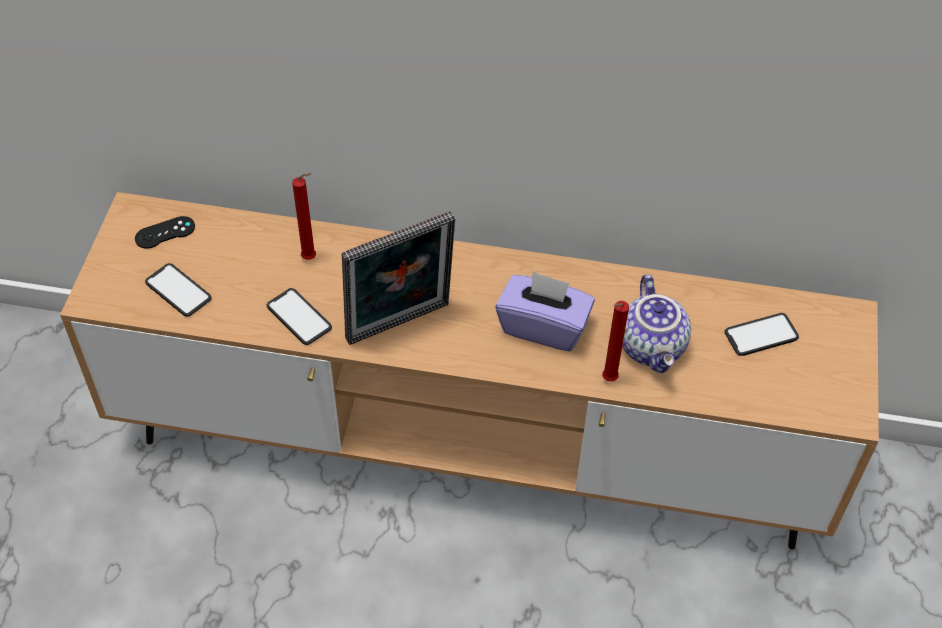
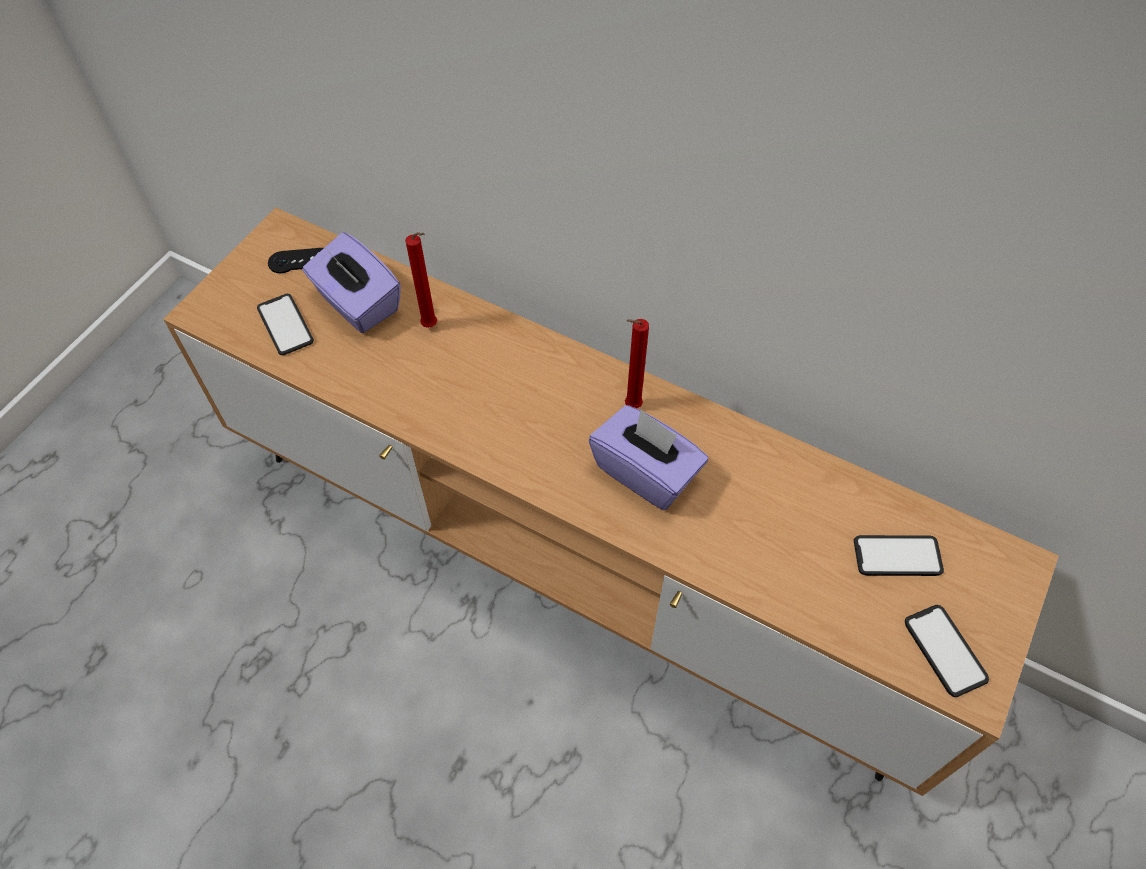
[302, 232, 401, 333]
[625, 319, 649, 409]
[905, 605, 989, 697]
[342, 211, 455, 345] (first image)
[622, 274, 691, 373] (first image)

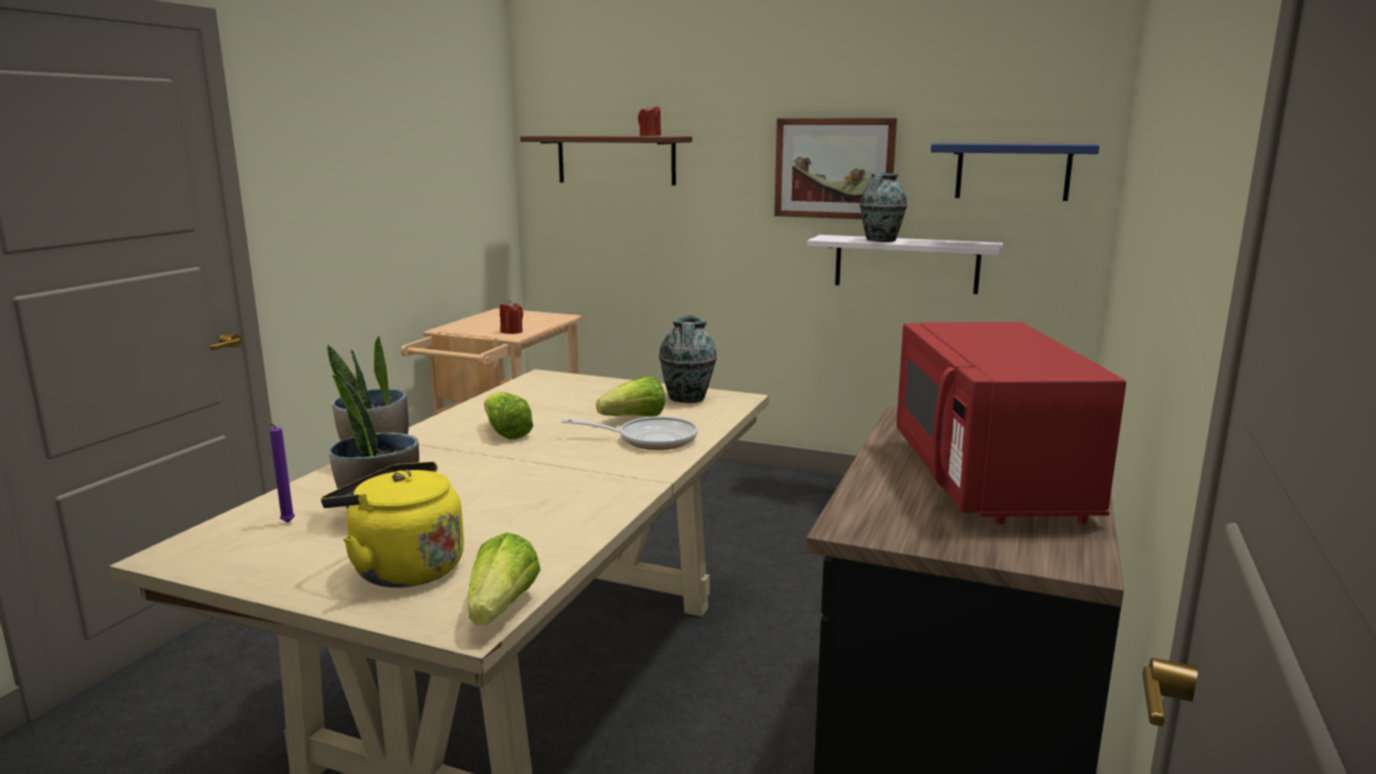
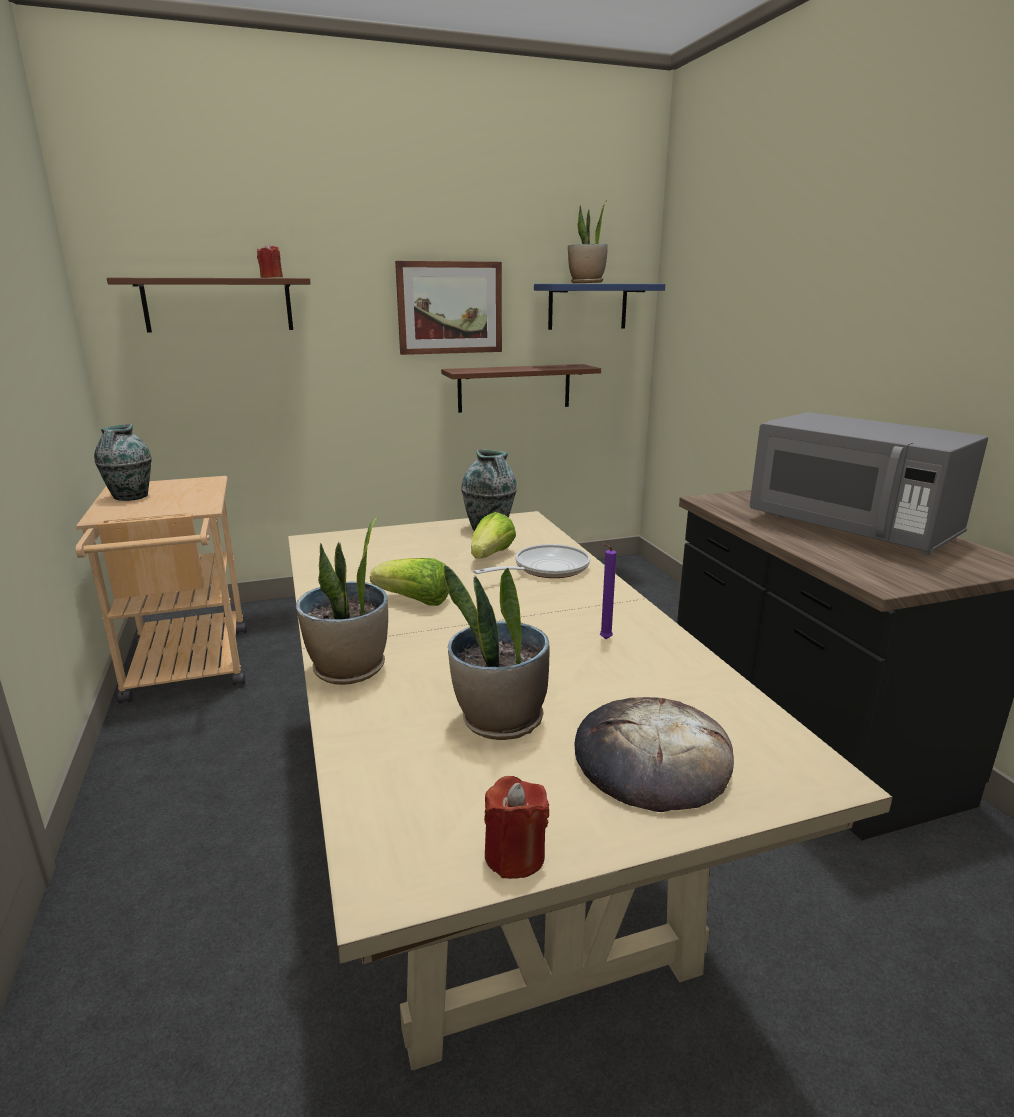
[94, 424, 152, 501]
[441, 364, 601, 413]
[484, 776, 549, 879]
[568, 200, 608, 283]
[575, 697, 734, 812]
[600, 544, 616, 639]
[750, 412, 988, 555]
[468, 532, 540, 625] (first image)

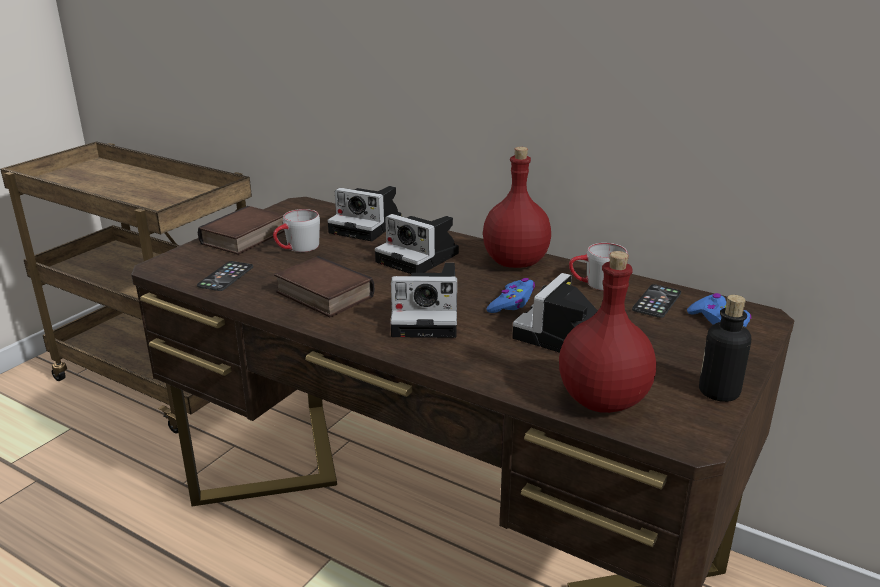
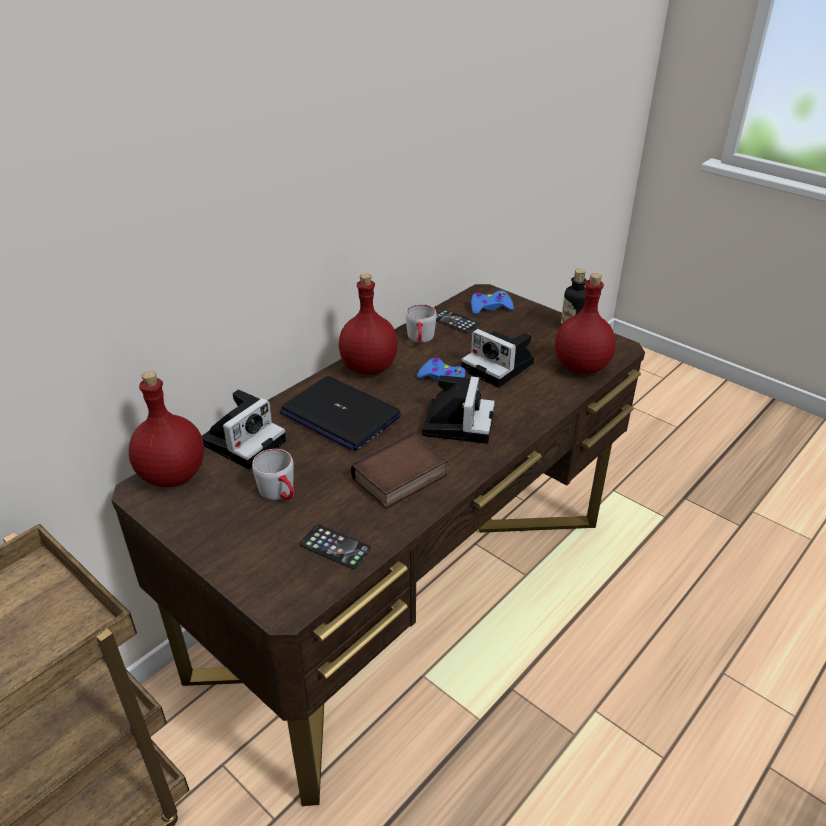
[129, 371, 204, 487]
[280, 376, 401, 451]
[198, 206, 285, 255] (first image)

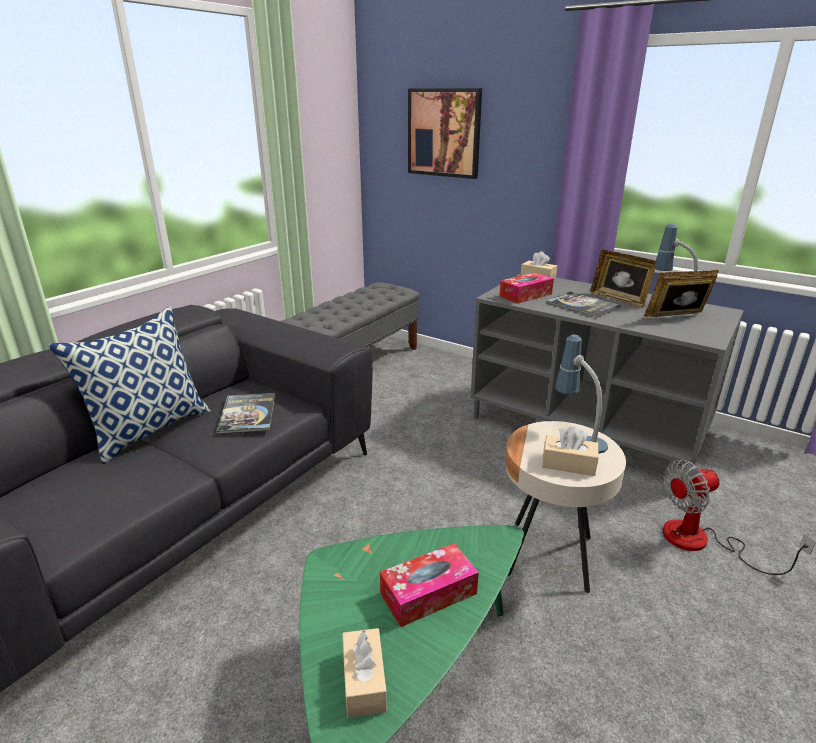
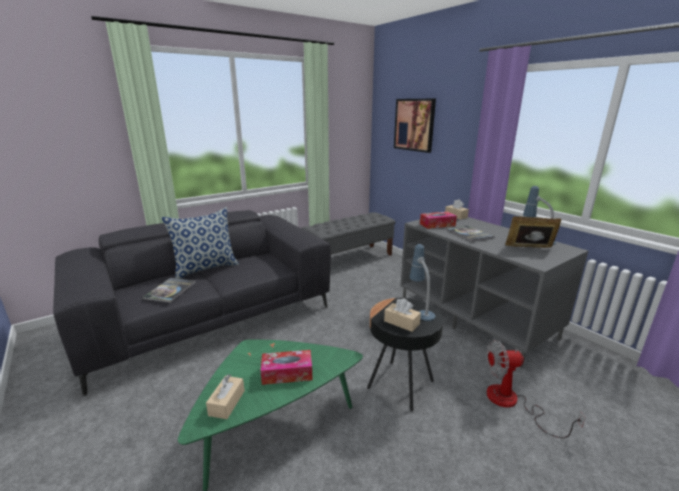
[142, 278, 196, 303]
[367, 298, 443, 411]
[590, 250, 656, 308] (first image)

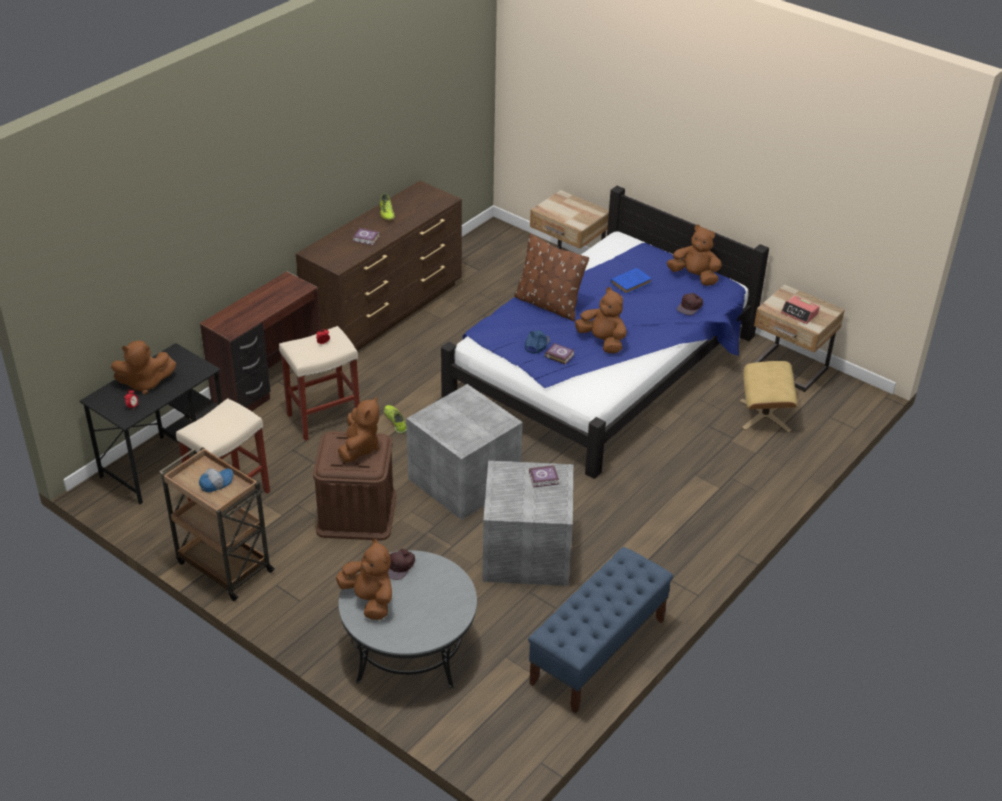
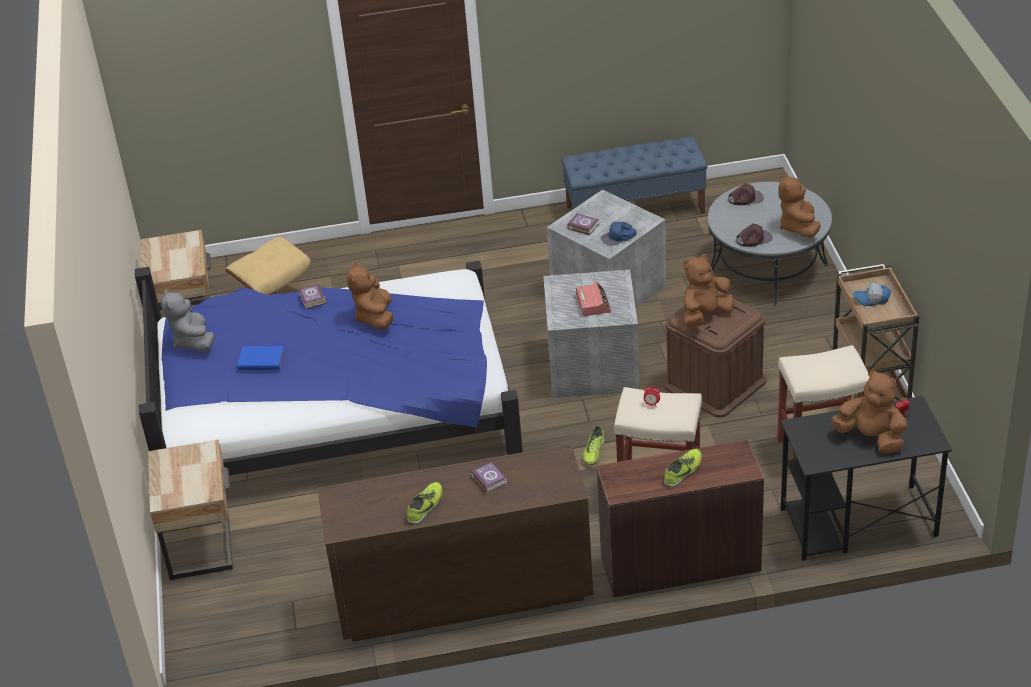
[161, 289, 215, 351]
[299, 284, 326, 309]
[576, 282, 611, 317]
[601, 222, 636, 246]
[664, 449, 702, 487]
[728, 183, 764, 205]
[514, 234, 589, 321] (first image)

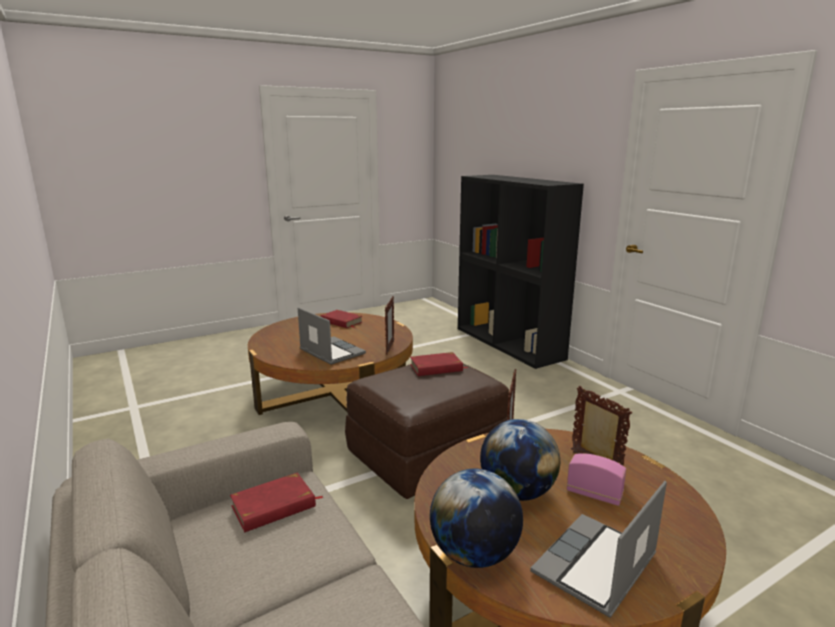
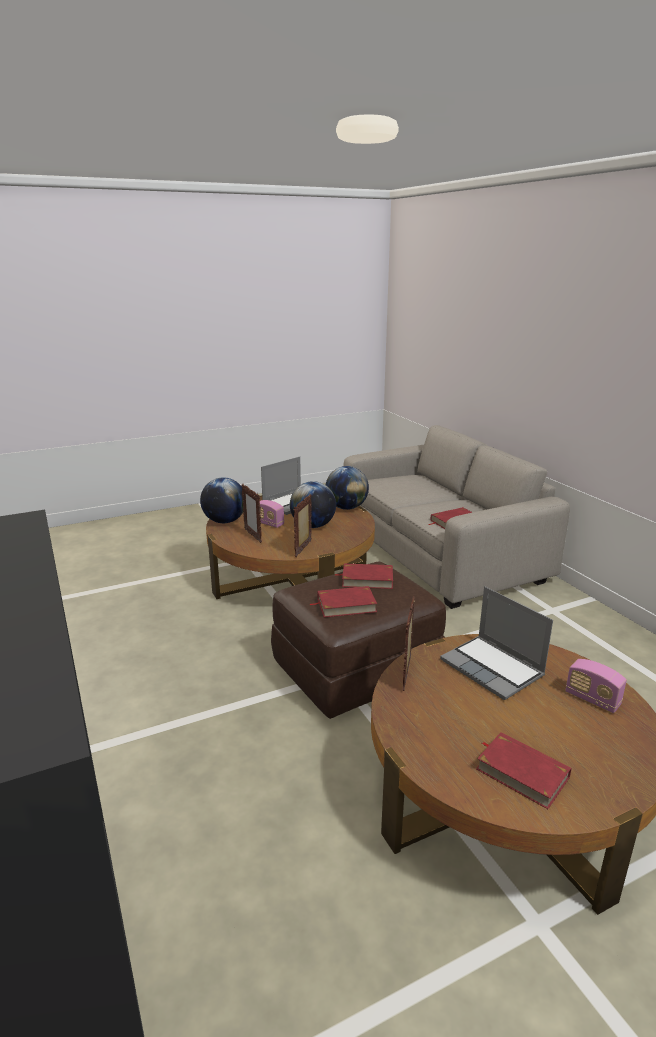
[200, 477, 244, 523]
[335, 563, 393, 589]
[565, 659, 627, 713]

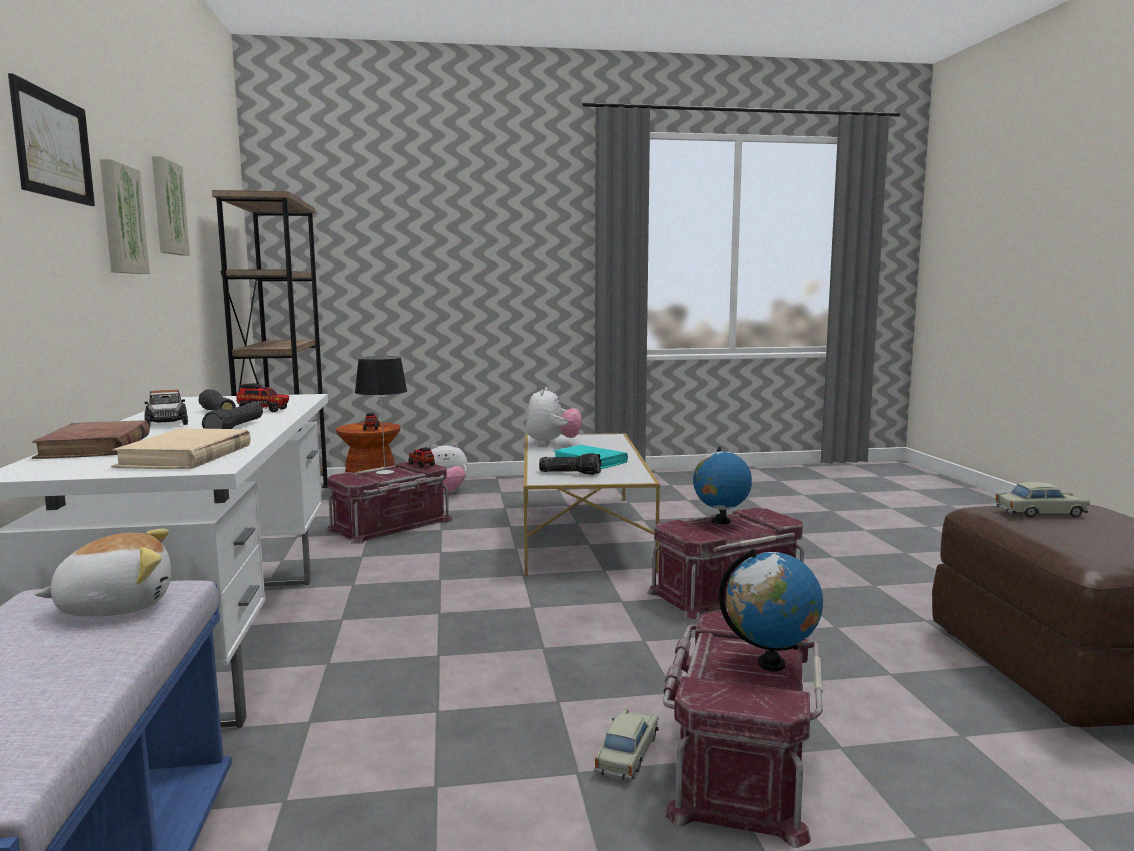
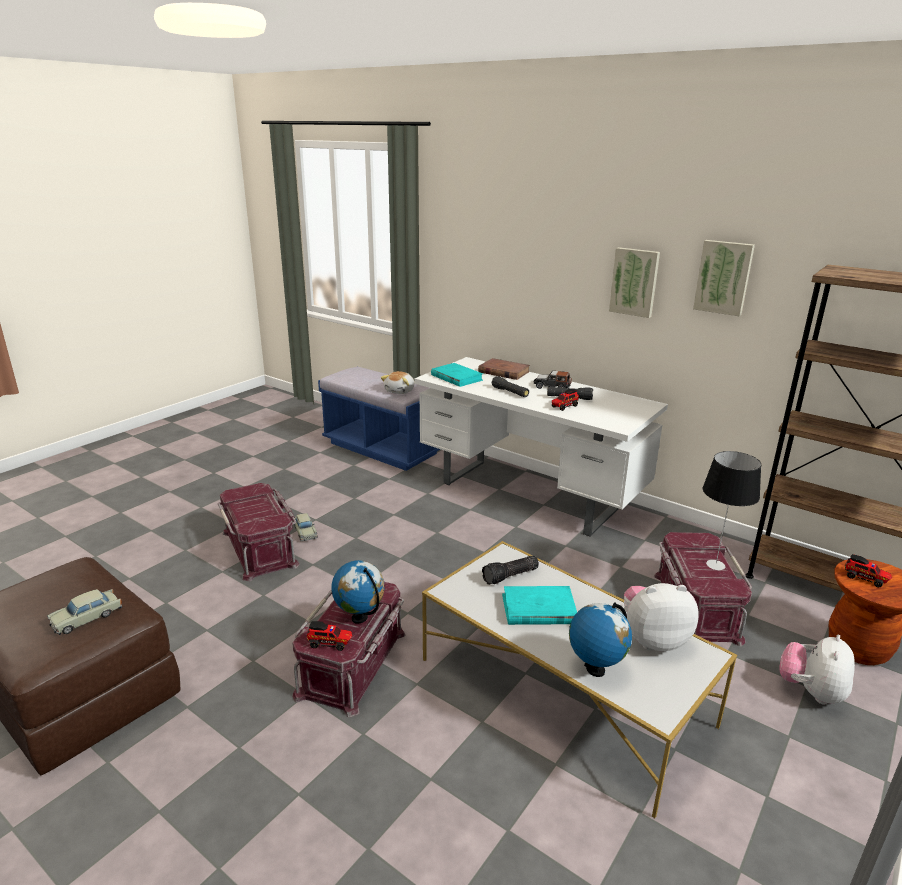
[307, 621, 352, 651]
[431, 363, 483, 387]
[569, 602, 632, 677]
[624, 583, 699, 651]
[8, 73, 95, 206] (first image)

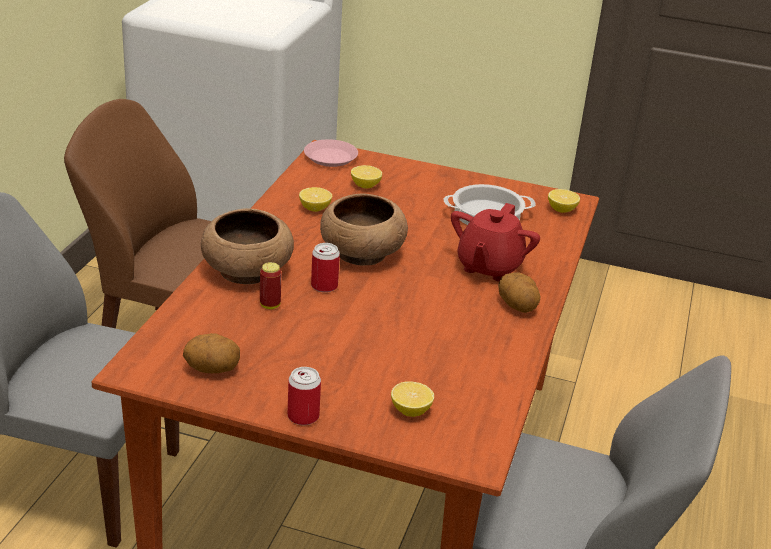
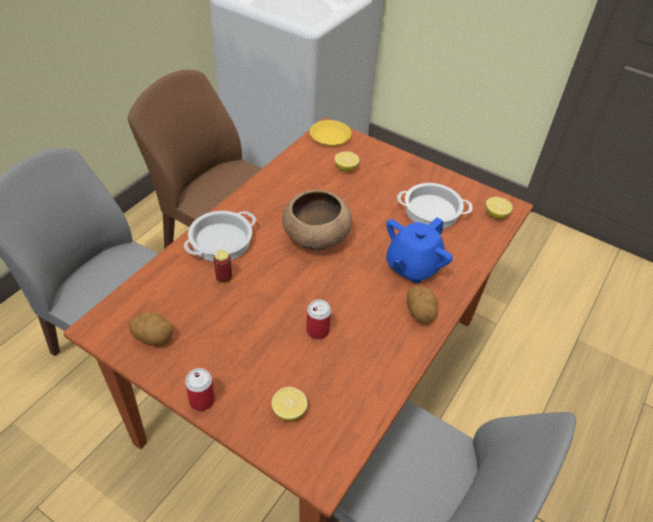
[184, 211, 257, 262]
[306, 299, 331, 339]
[310, 120, 352, 146]
[386, 217, 453, 284]
[299, 187, 332, 212] (first image)

